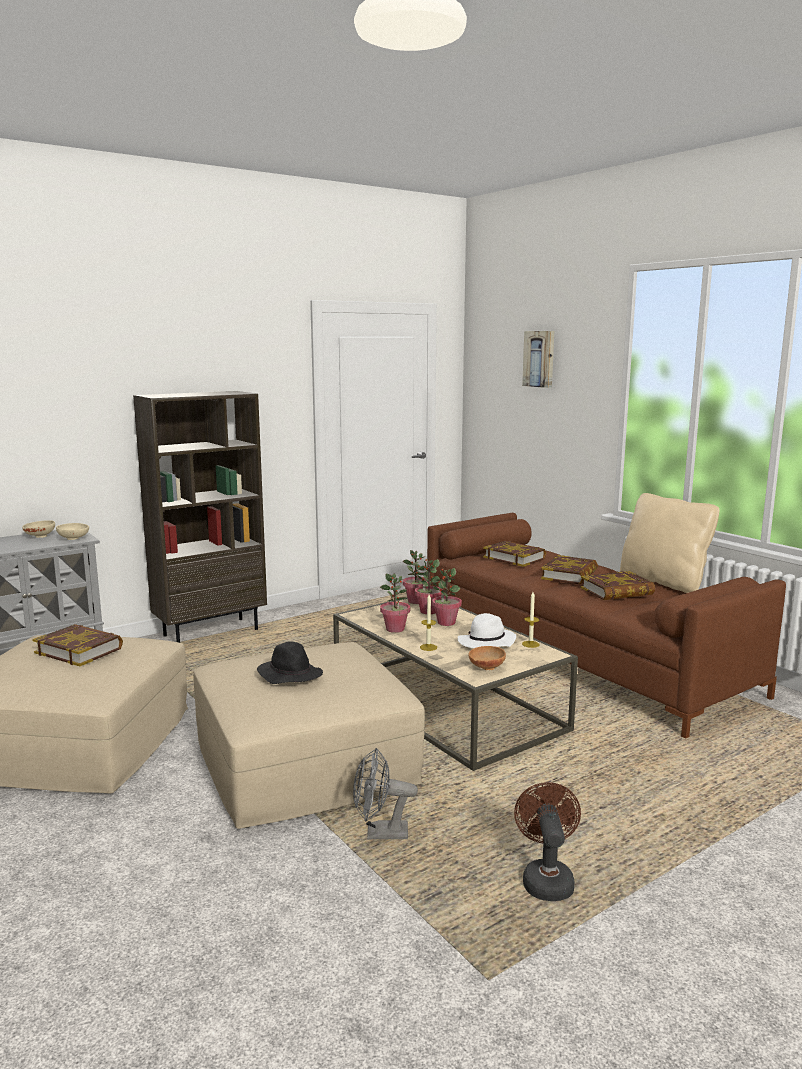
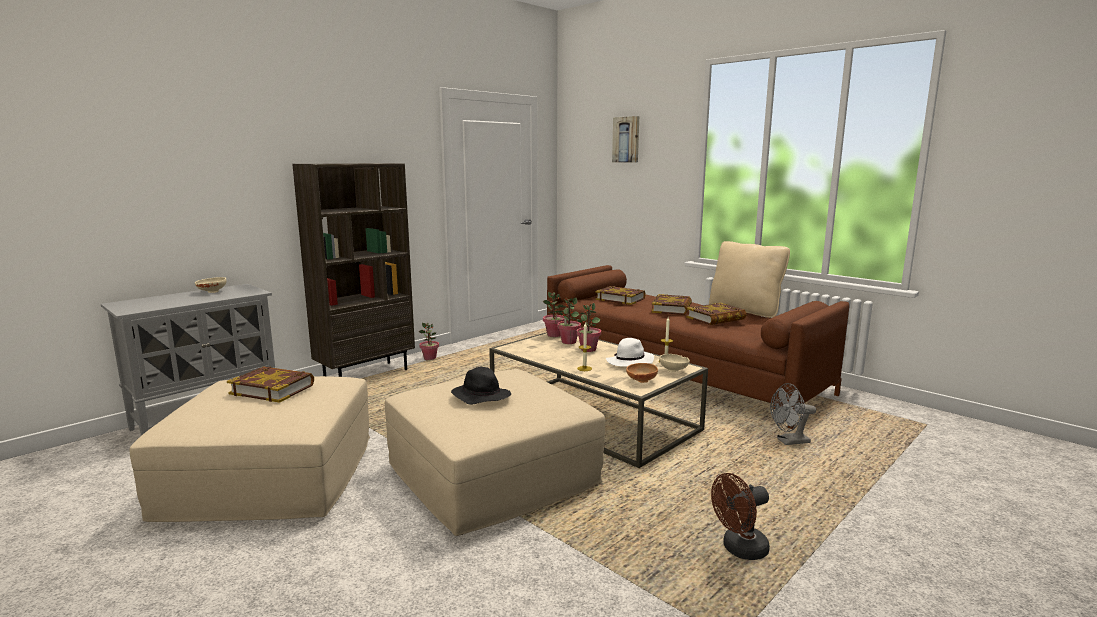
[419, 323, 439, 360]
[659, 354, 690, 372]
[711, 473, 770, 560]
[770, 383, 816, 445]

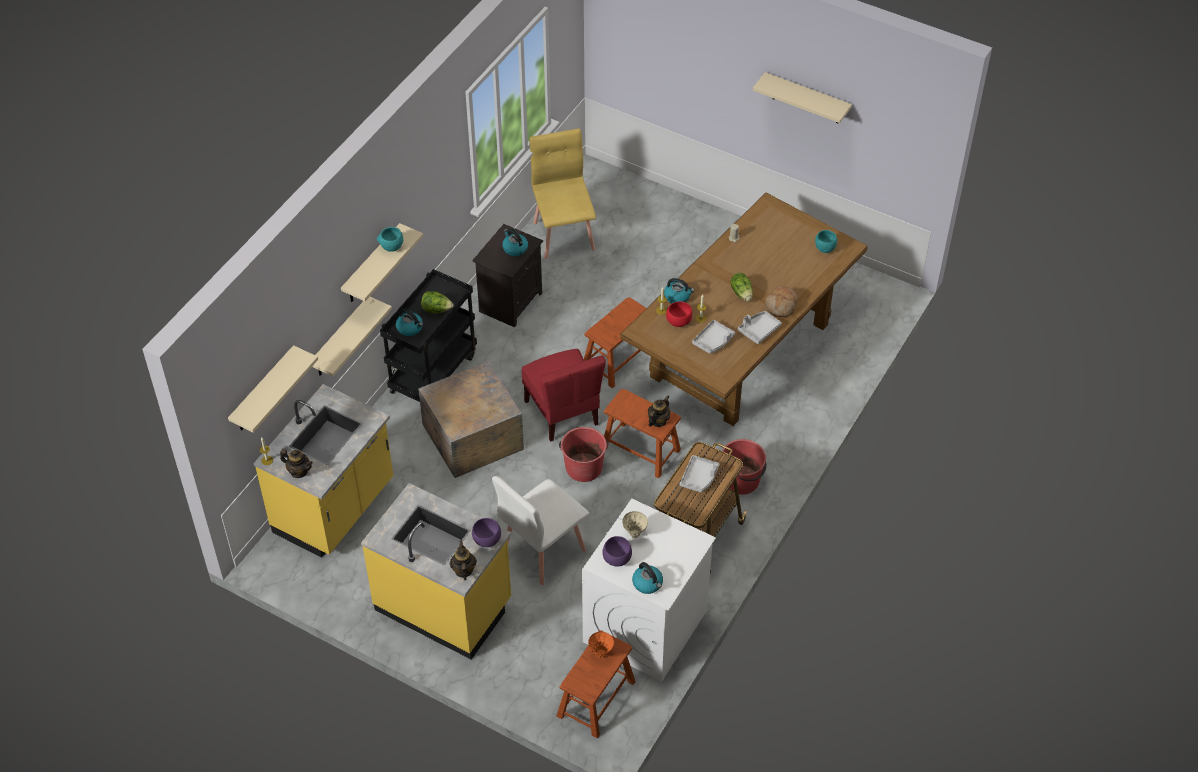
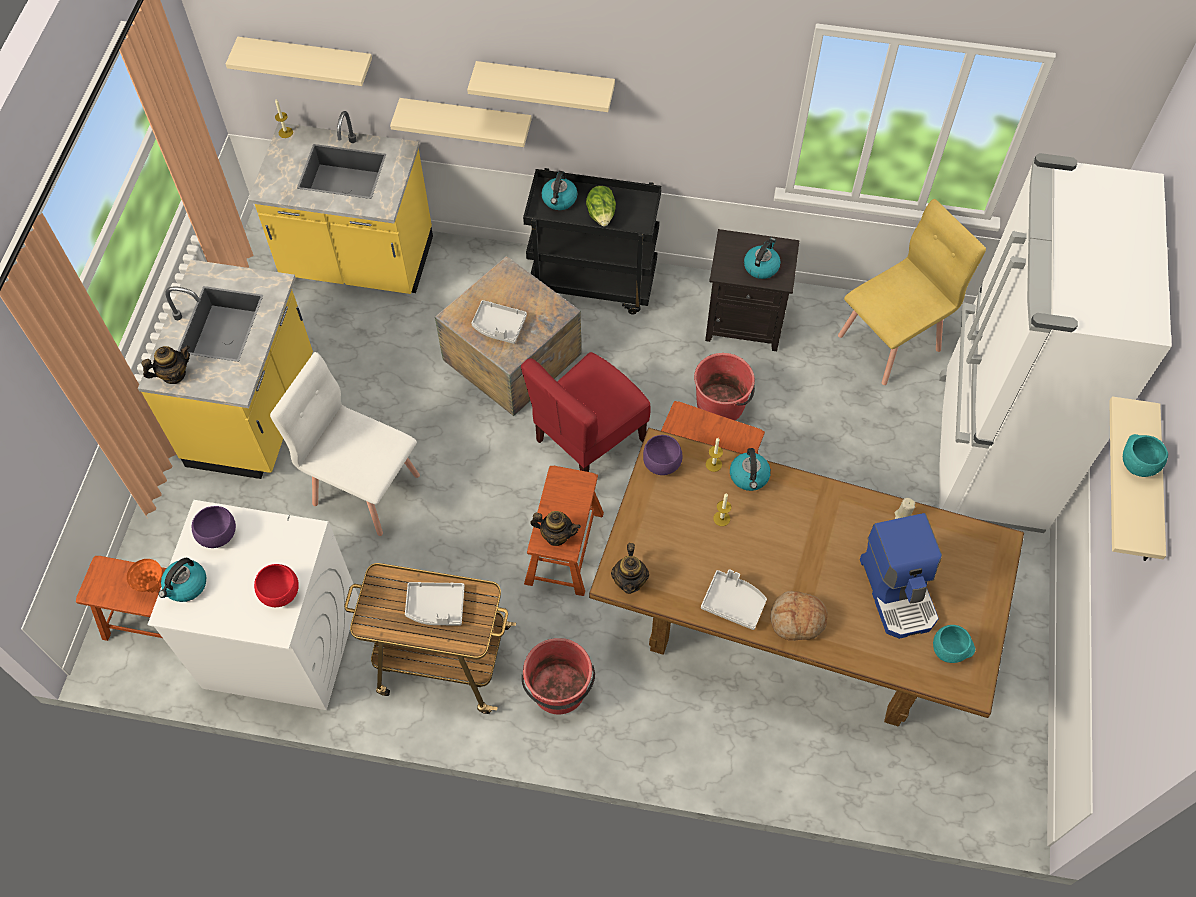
[254, 564, 299, 607]
[471, 300, 527, 344]
[611, 543, 649, 594]
[643, 435, 683, 475]
[694, 353, 755, 420]
[860, 513, 942, 639]
[933, 153, 1172, 533]
[1123, 434, 1168, 477]
[622, 511, 648, 538] (first image)
[731, 273, 753, 301] (first image)

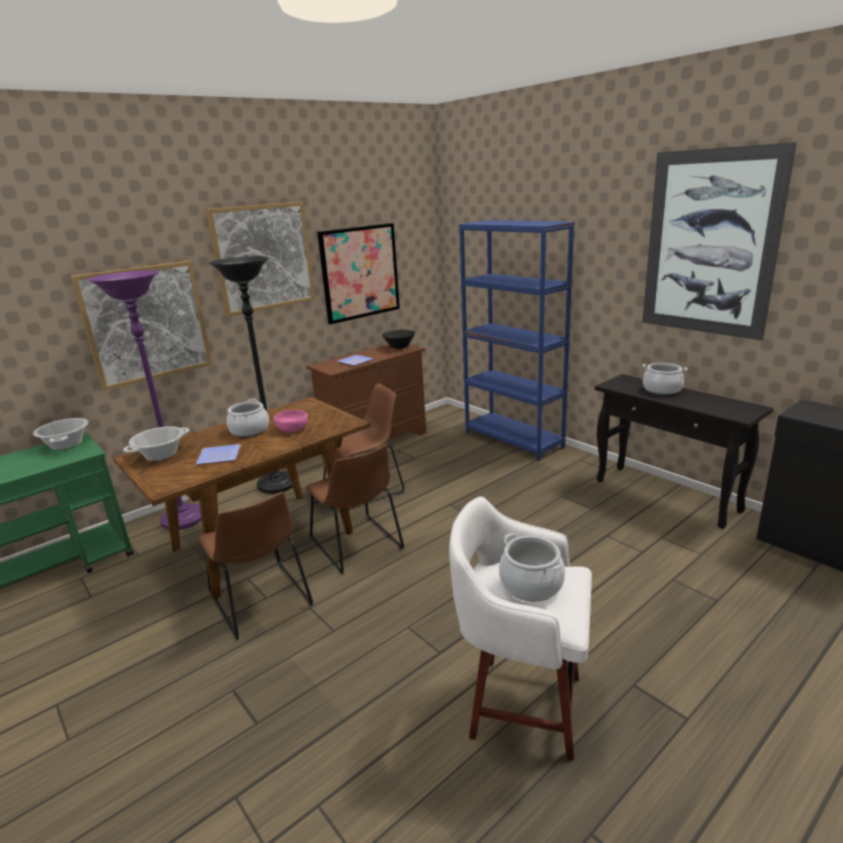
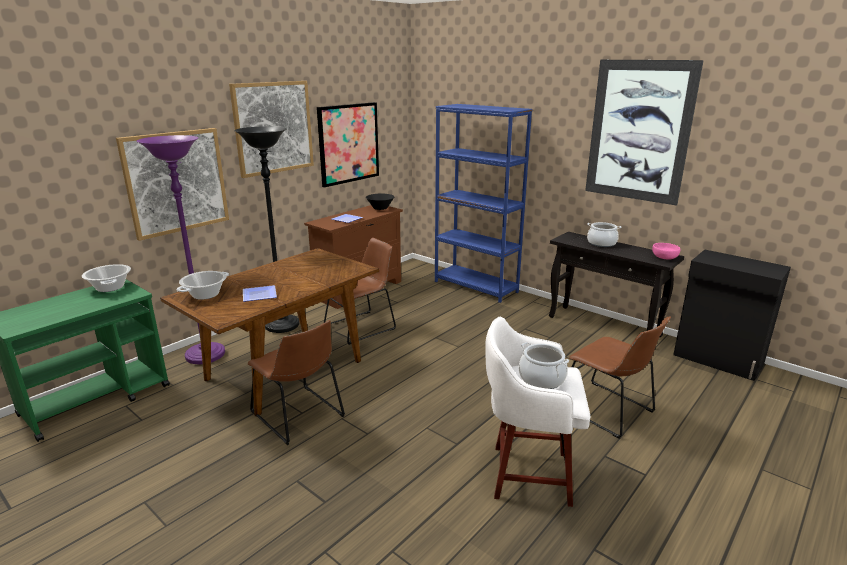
[569, 317, 671, 439]
[652, 243, 680, 260]
[227, 399, 269, 437] (first image)

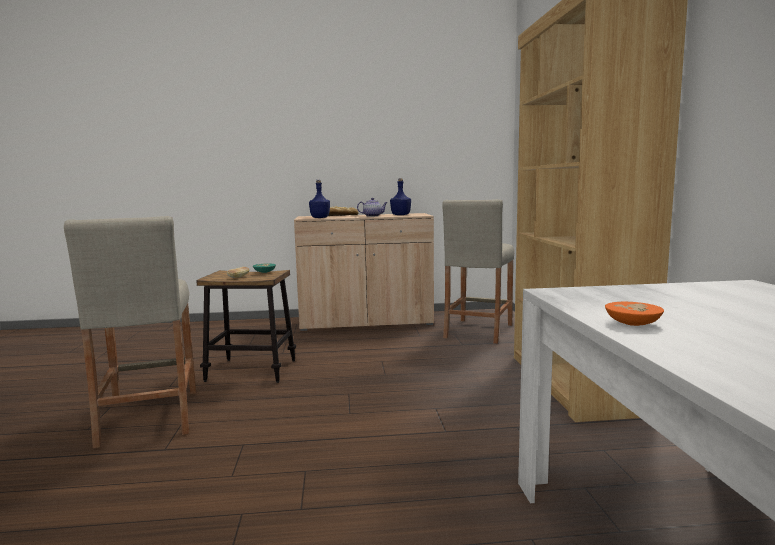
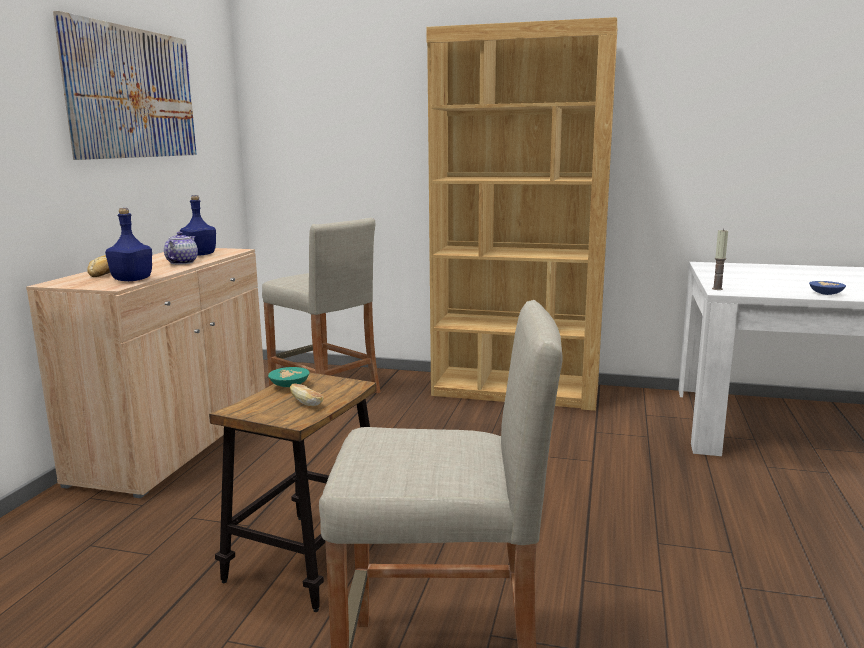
[53, 11, 197, 160]
[712, 229, 728, 290]
[809, 281, 846, 295]

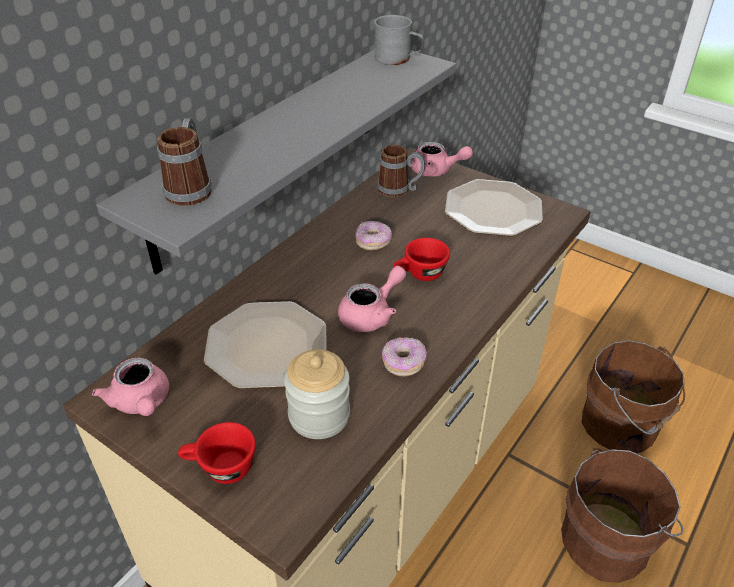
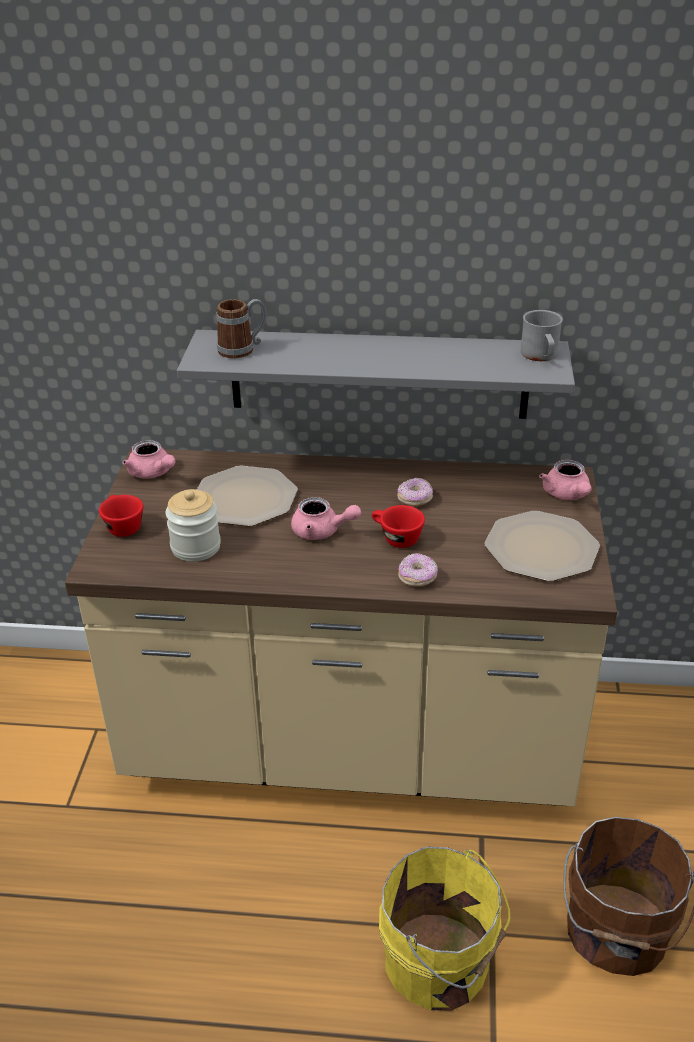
[123, 440, 175, 479]
[379, 847, 510, 1011]
[398, 553, 438, 587]
[377, 145, 425, 197] (first image)

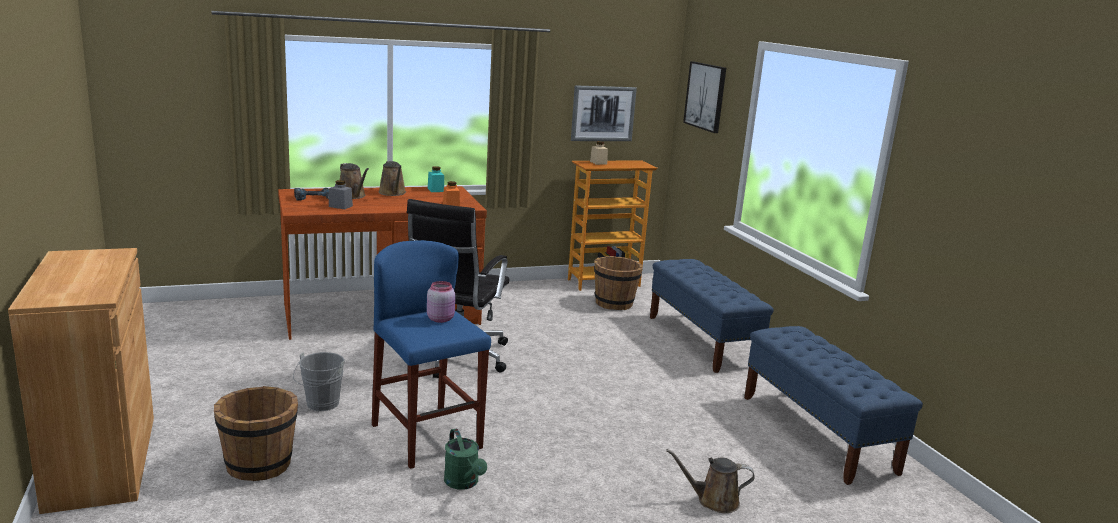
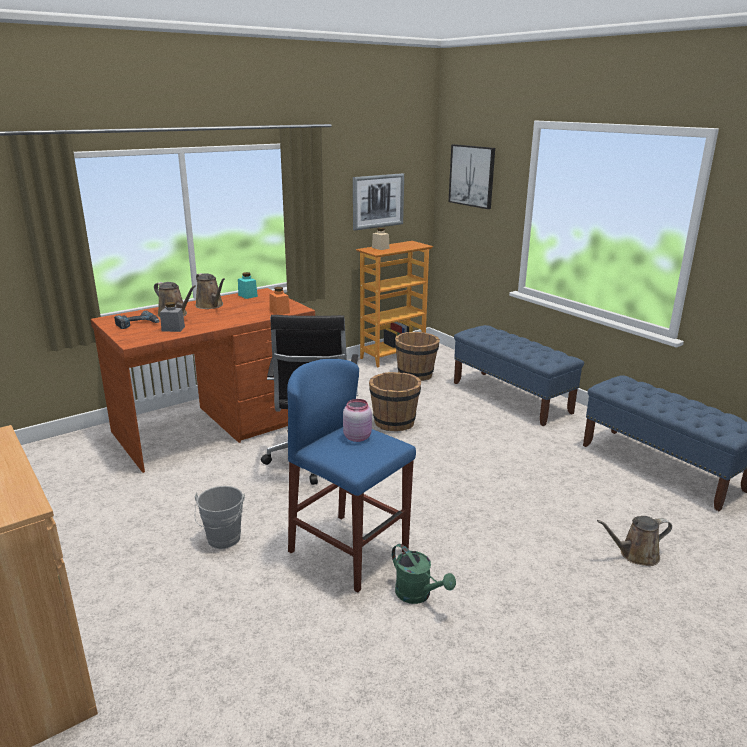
[369, 372, 421, 431]

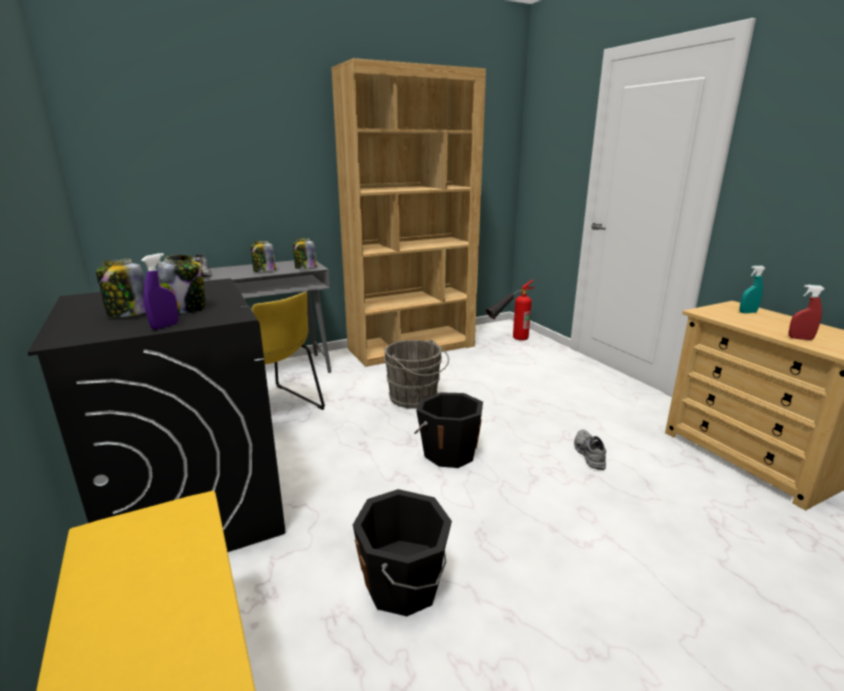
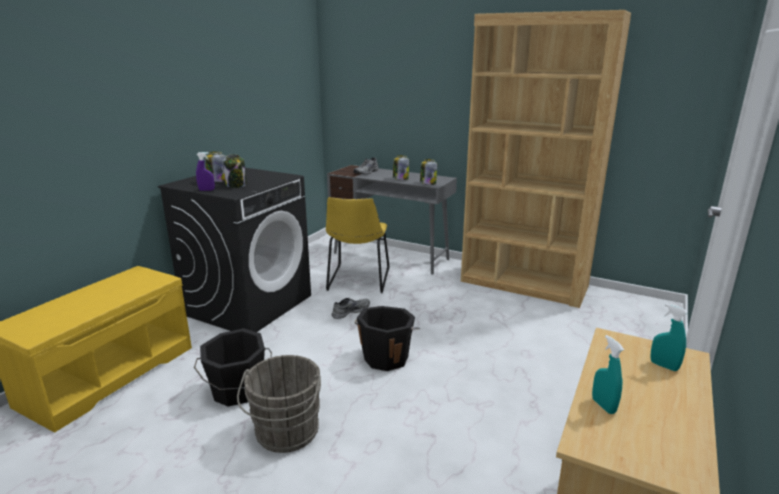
[237, 355, 321, 453]
[332, 298, 370, 319]
[592, 335, 624, 414]
[486, 280, 535, 340] (first image)

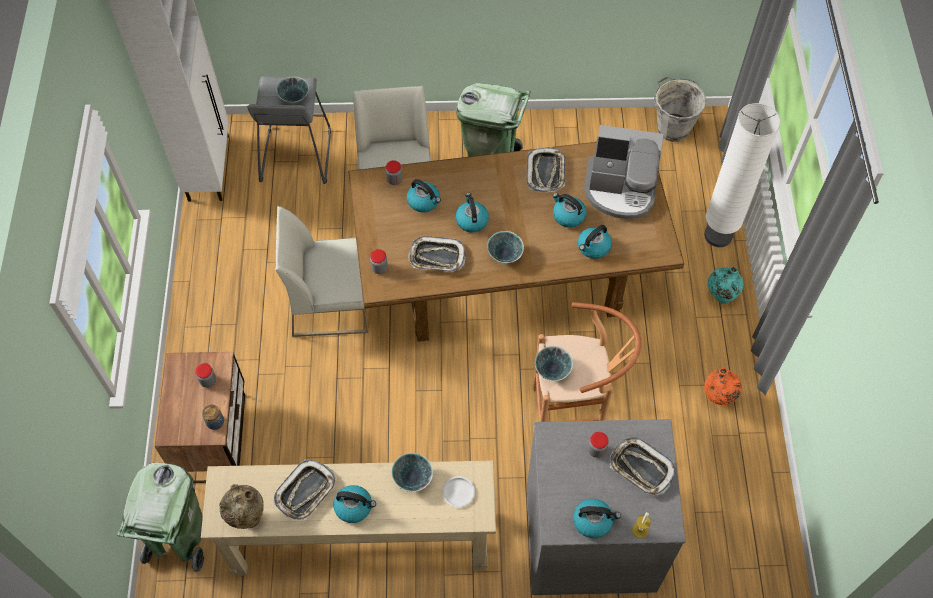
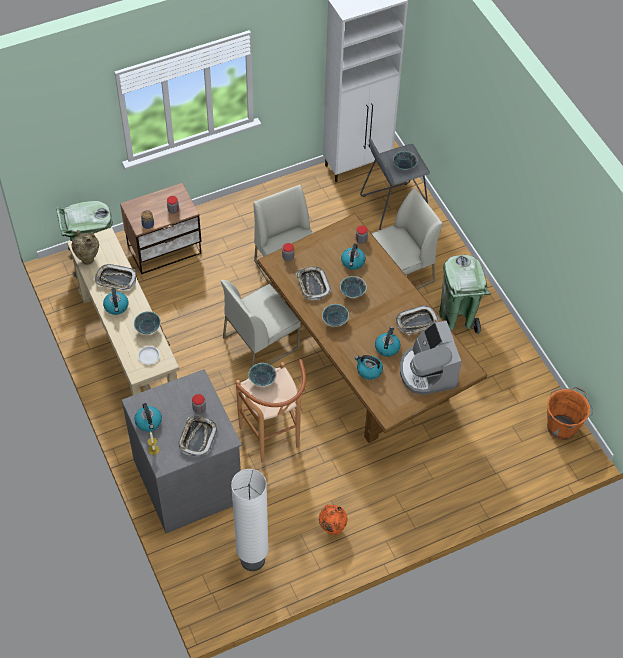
[220, 280, 301, 367]
[231, 469, 269, 571]
[340, 276, 367, 298]
[547, 387, 593, 440]
[708, 267, 744, 304] (first image)

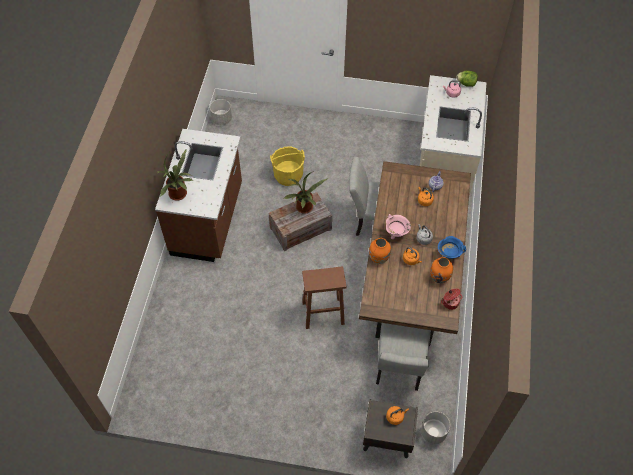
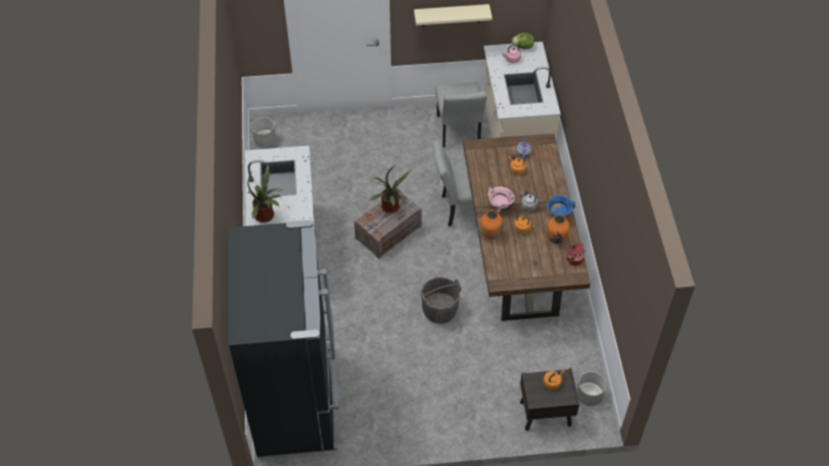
[229, 220, 339, 458]
[414, 4, 492, 27]
[420, 277, 461, 324]
[435, 82, 487, 147]
[270, 147, 305, 186] (first image)

